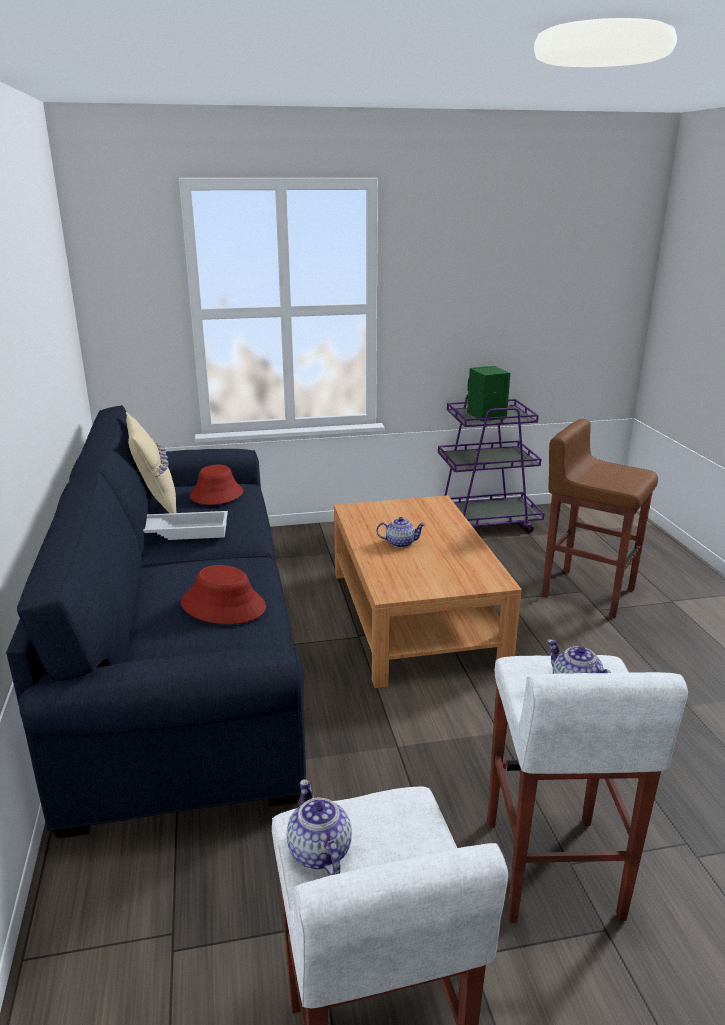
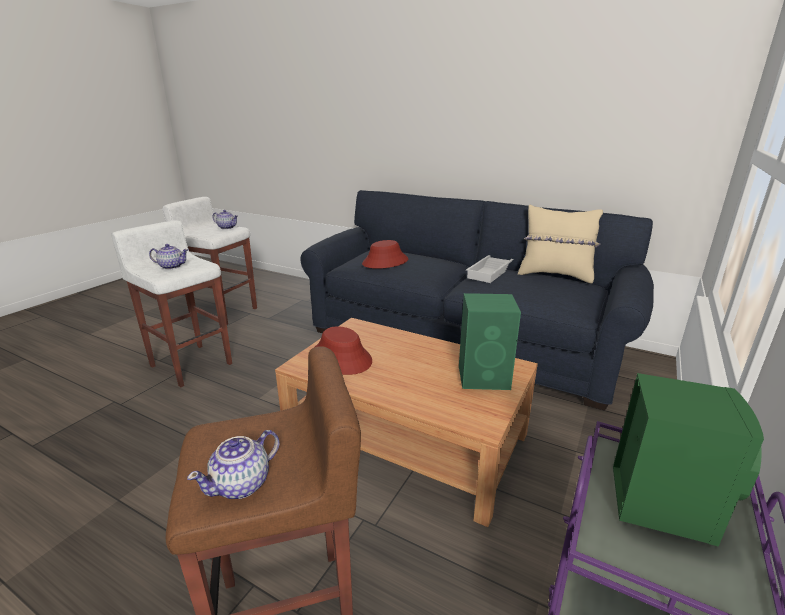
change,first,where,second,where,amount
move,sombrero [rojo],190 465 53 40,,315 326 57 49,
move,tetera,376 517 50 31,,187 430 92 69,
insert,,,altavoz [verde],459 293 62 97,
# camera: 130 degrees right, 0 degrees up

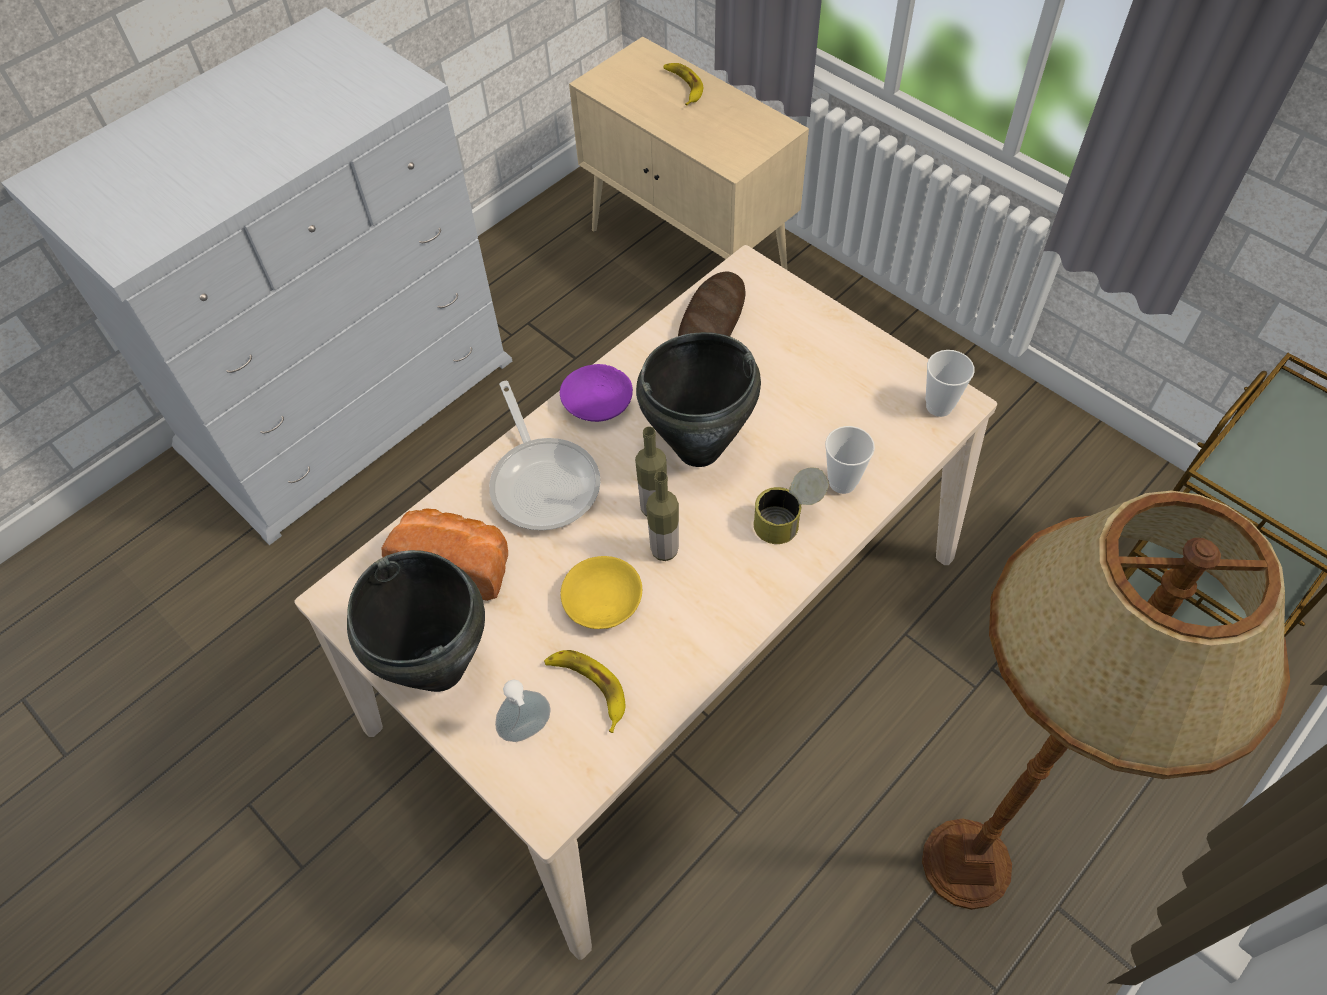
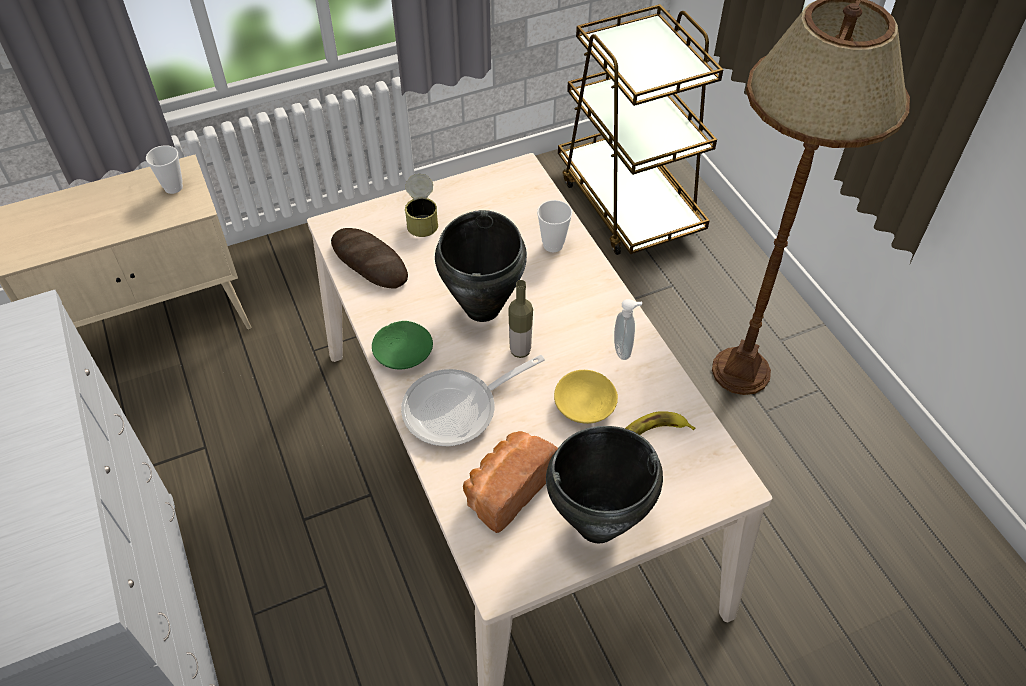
change,first,where,second,where,amount
rotate,sartén,489 381 111 149,,401 355 144 91,150 degrees clockwise
move,dispensador de jabón,495 680 56 62,,614 299 28 61,
recolor,cuenco [morado],560 364 73 58,cuenco [verde],372 321 61 48,
delete,botella,646 471 33 90,,,
delete,plátano,664 63 40 43,,,
move,lata,754 468 75 76,,405 174 33 63,
move,taza,926 350 49 67,,146 145 37 49,
# camera: 70 degrees left, 5 degrees down

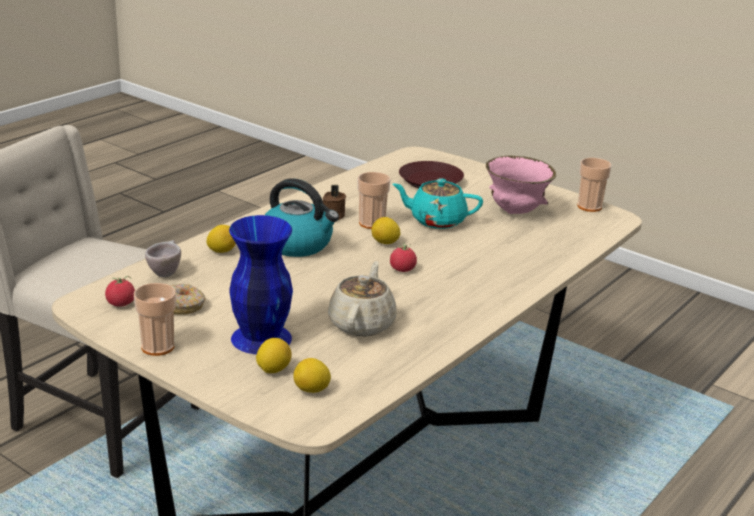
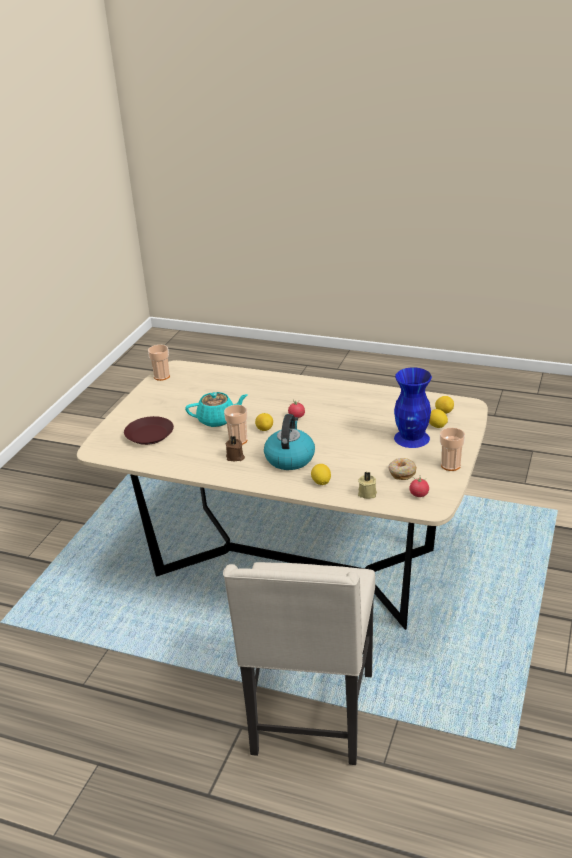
change,first,where,second,where,amount
replace,taza [beis],145 240 36 37,vela [beis],358 472 19 27,
delete,tetera [beis],328 261 68 75,,,
rotate,tetera [turquesa],392 178 91 51,,185 392 63 35,90 degrees counterclockwise
delete,cuenco [rosa],486 155 70 59,,,
# camera: 105 degrees left, 5 degrees up

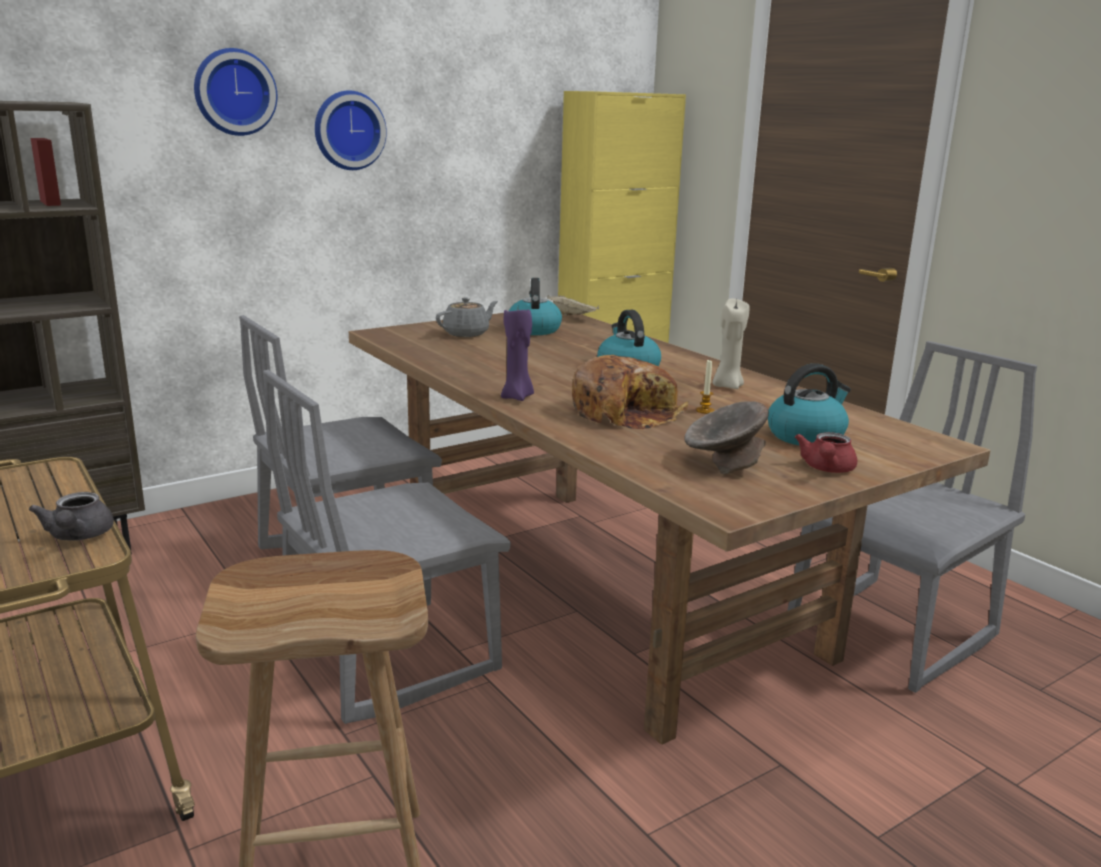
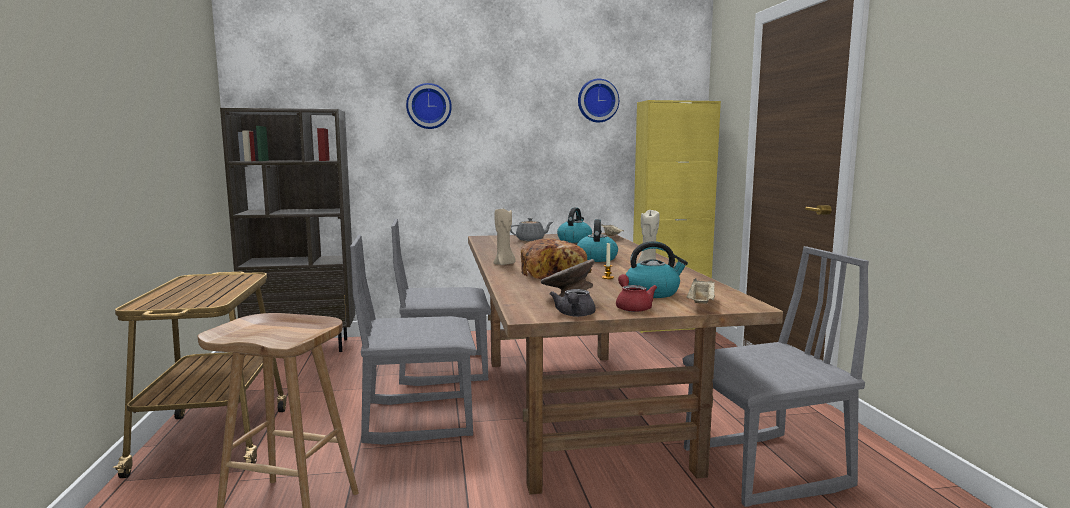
change,first,where,second,where,amount
move,tetera [gris],29 492 85 49,,550 289 46 28,
move,reloj de pared,315 90 72 80,,578 79 41 44,
recolor,vela [morado],501 309 33 92,vela [beis],494 209 22 56,
rotate,tetera [rojo],795 432 62 41,,616 274 41 38,120 degrees clockwise
insert,,,bandeja [beis],687 278 28 26,
# camera: 25 degrees right, 10 degrees down

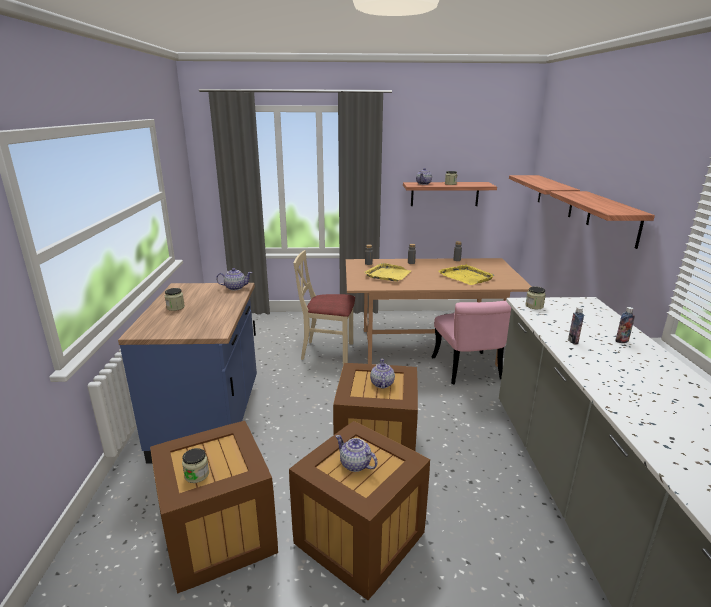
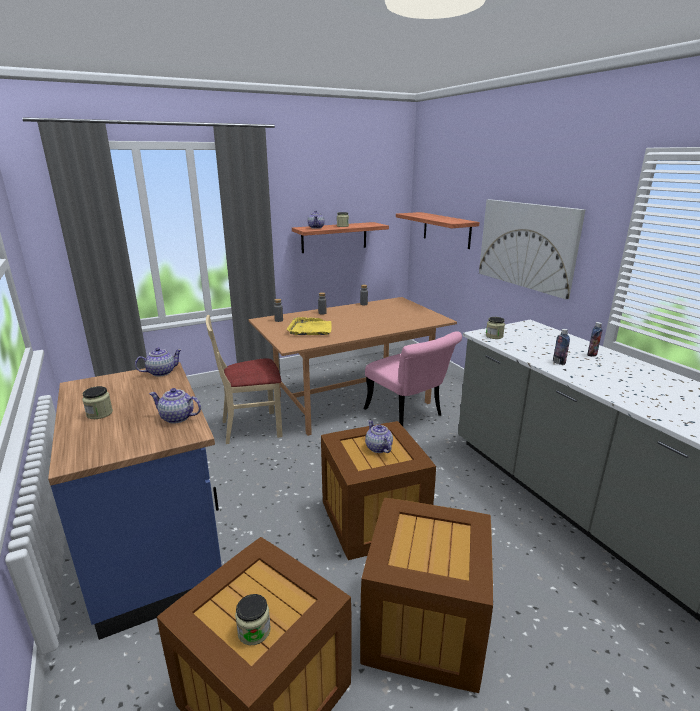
change,first,where,second,where,amount
move,tetera,335 435 43 37,,149 388 52 36,
delete,bandeja [amarillo],438 264 56 21,,,
replace,estante,550 191 105 58,cuadro,479 199 106 100,
# camera: 25 degrees left, 0 degrees up

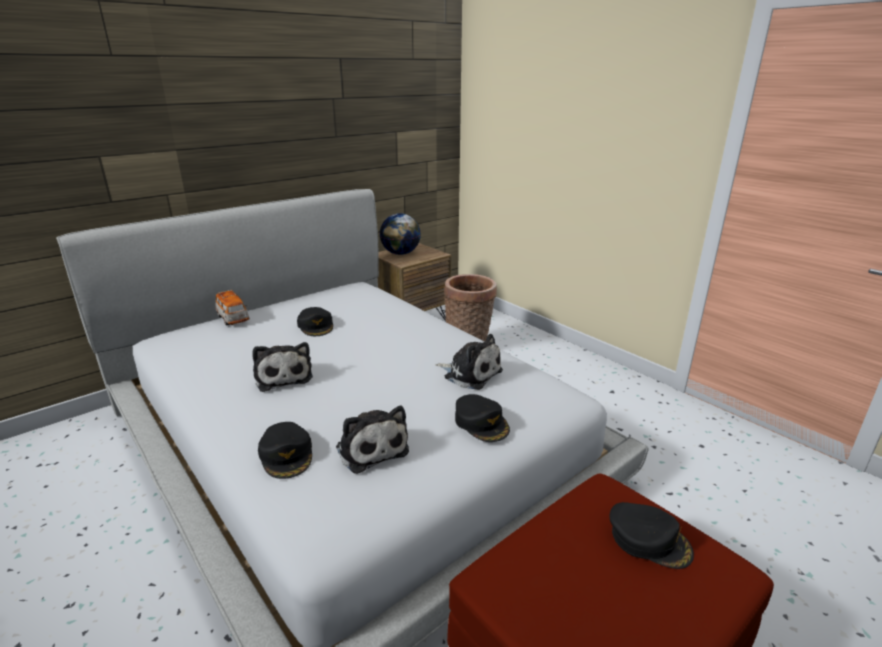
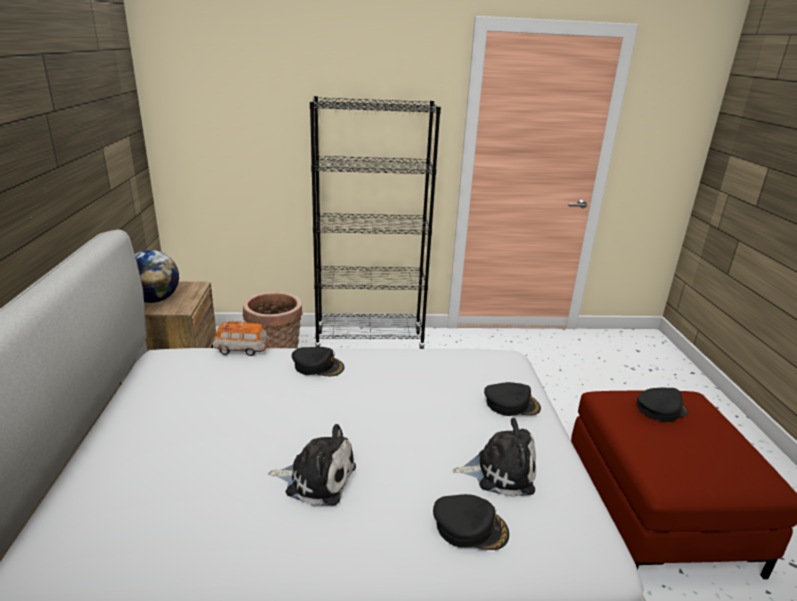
change,first,where,second,where,amount
move,coche de juguete,215 290 34 35,,213 320 56 36,
move,gorra [negro],297 307 36 29,,292 347 52 29,
delete,peluche,435 334 68 56,,,
insert,,,estantería [negro],310 96 131 253,
# camera: 55 degrees left, 0 degrees up

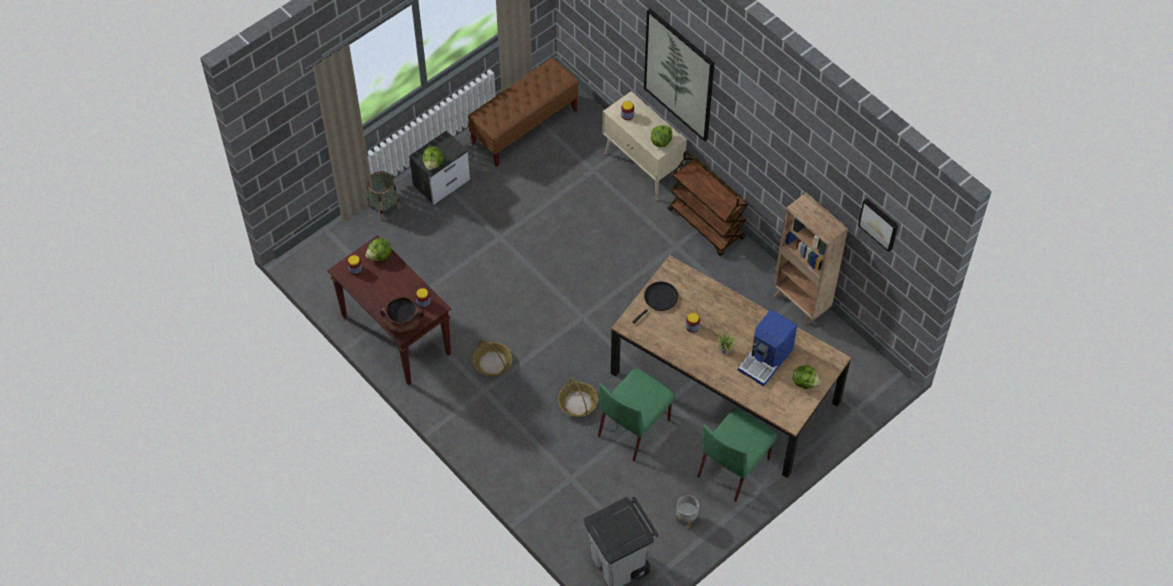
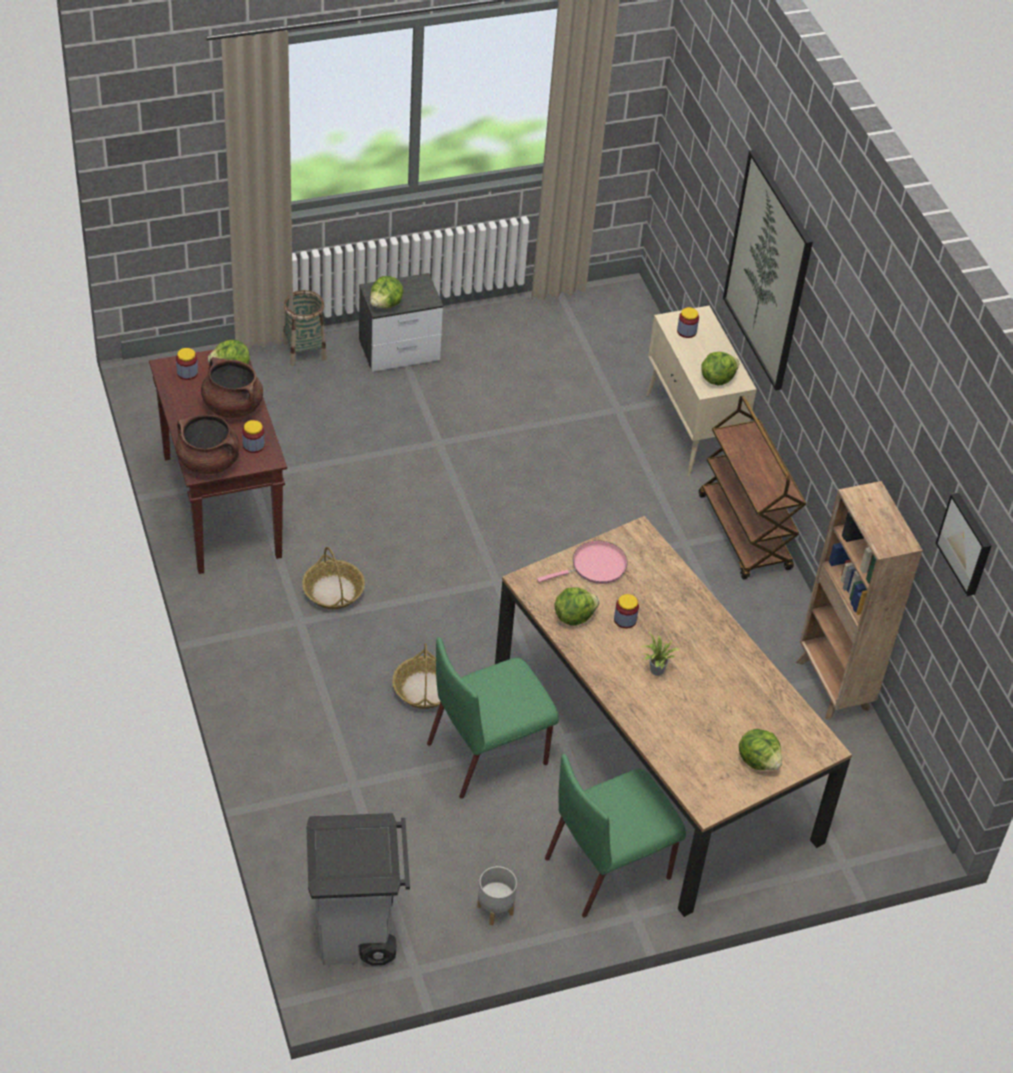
change,first,where,second,where,amount
delete,banco [marrón],468 58 111 109,,,
recolor,sartén [negro],632 282 46 42,sartén [rosa],537 541 91 43,
delete,cafetera,738 310 59 77,,,
insert,,,olla [marrón],201 357 62 61,
insert,,,lechuga,555 587 44 39,
# camera: 20 degrees right, 10 degrees down

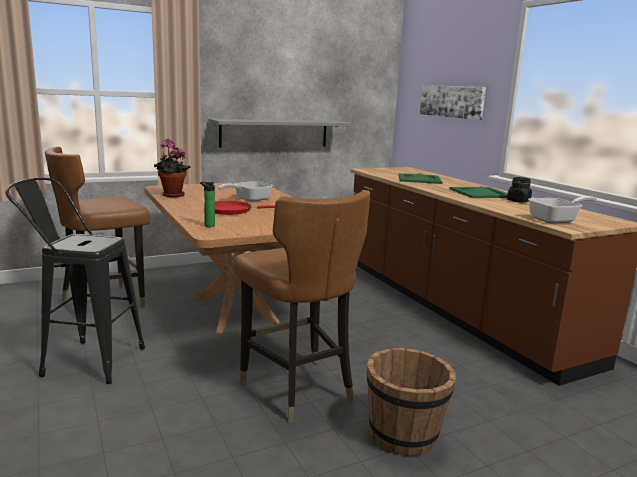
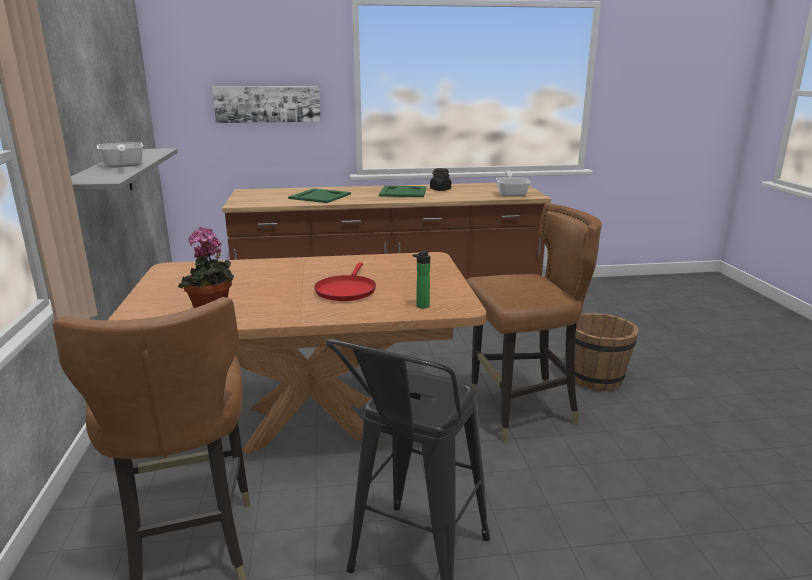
change,first,where,second,where,amount
move,sartén,218 181 55 20,,97 142 46 26,
# camera: 70 degrees left, 5 degrees up

